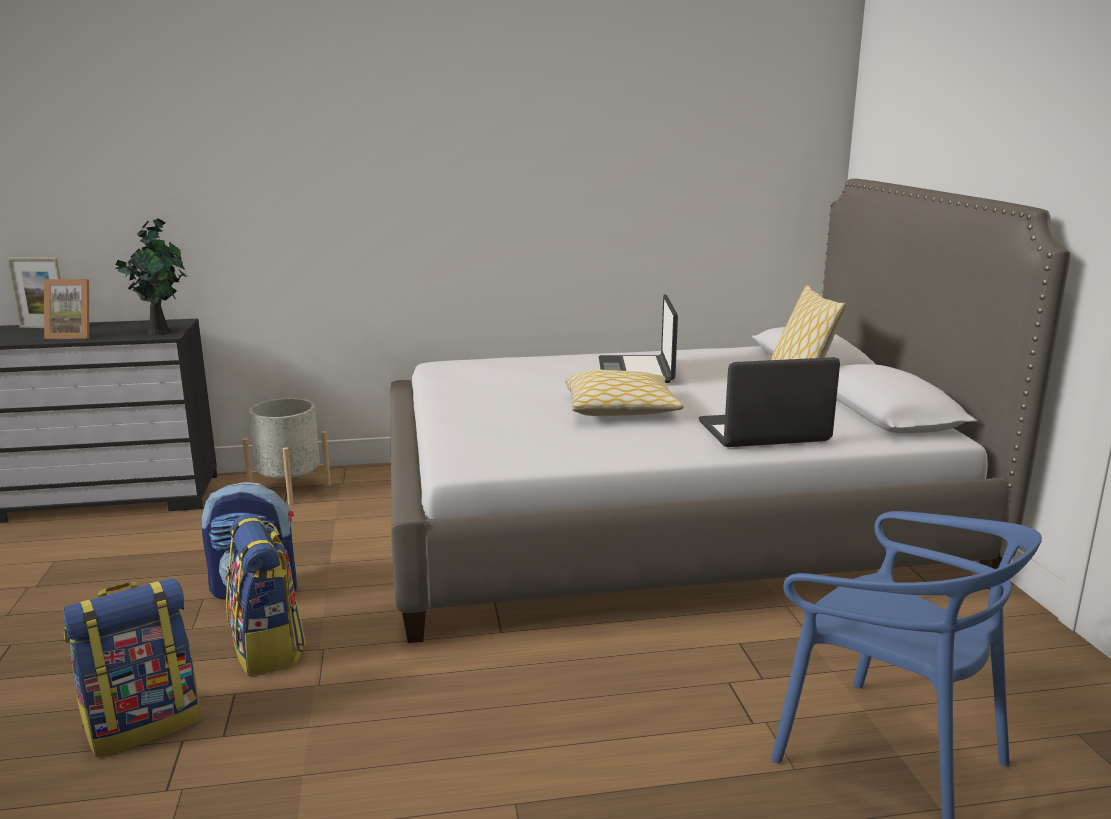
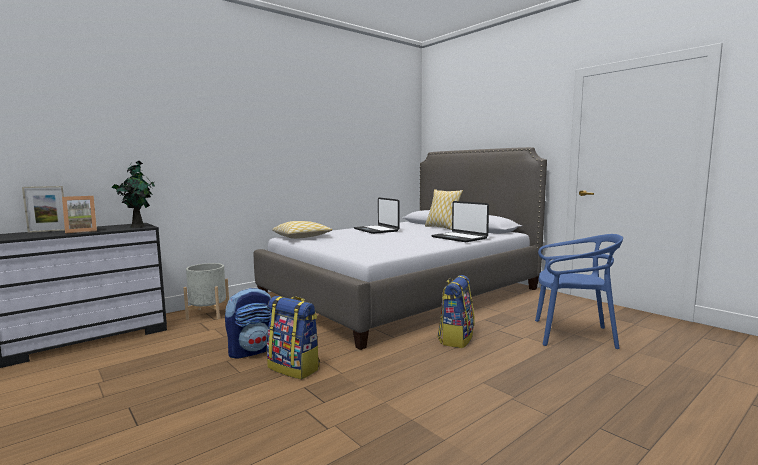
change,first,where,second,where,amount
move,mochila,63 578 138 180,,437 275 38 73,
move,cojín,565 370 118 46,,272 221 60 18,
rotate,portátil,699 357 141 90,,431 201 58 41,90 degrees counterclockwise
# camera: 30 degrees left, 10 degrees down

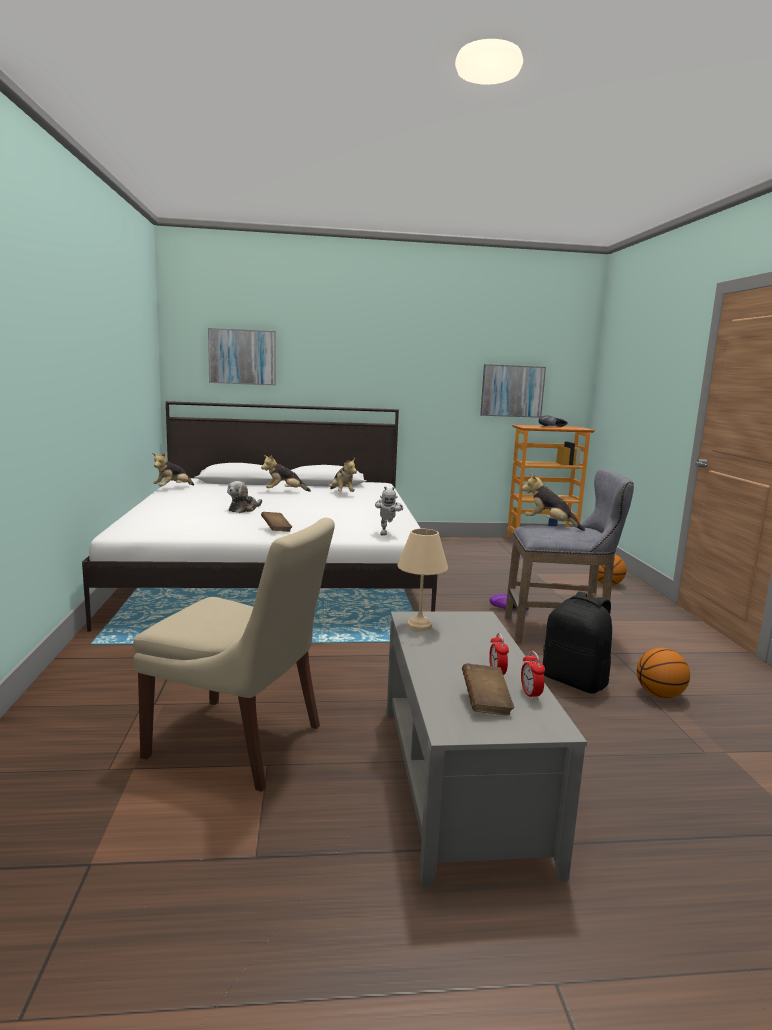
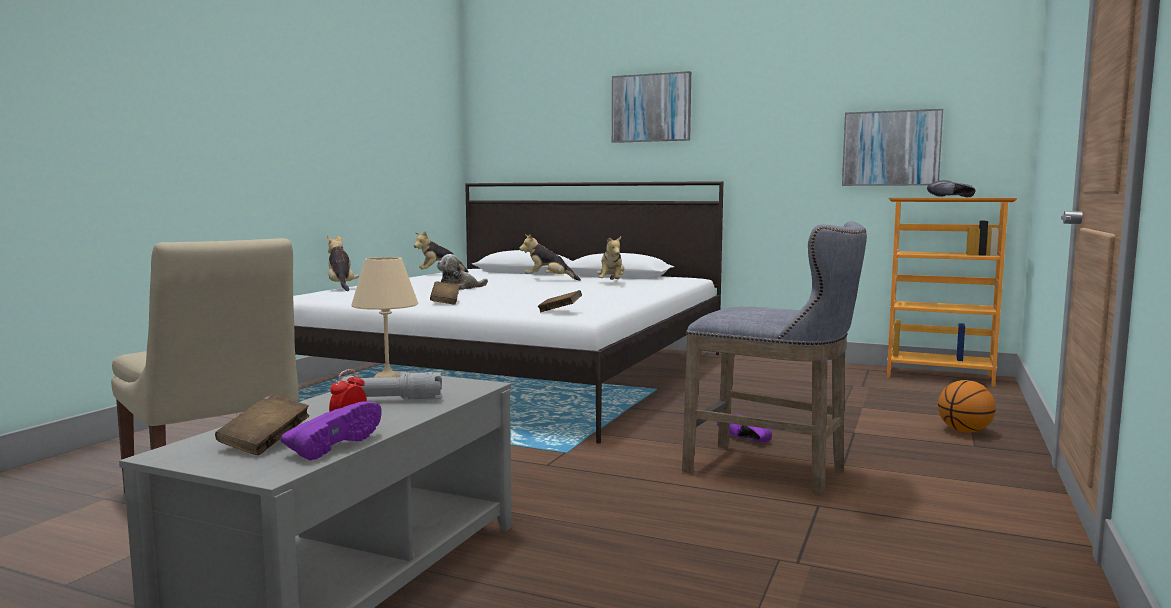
change,first,where,second,where,amount
move,cuadro,208 328 68 57,,612 71 79 72,
replace,robot de juguete,375 486 28 50,libro [marrón],537 290 45 22,
replace,despertador,521 651 24 49,zapato [morado],280 401 102 59,
move,peluche,522 473 63 58,,327 235 32 56,
delete,mochila [negro],543 592 69 102,,,
delete,balón de baloncesto,637 648 53 50,,,
insert,,,linterna [gris],342 372 100 28,
# camera: 30 degrees right, 5 degrees down

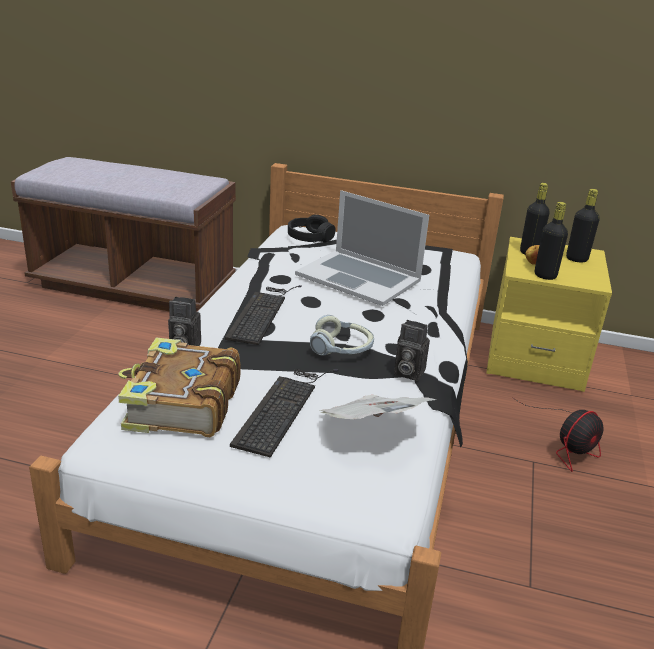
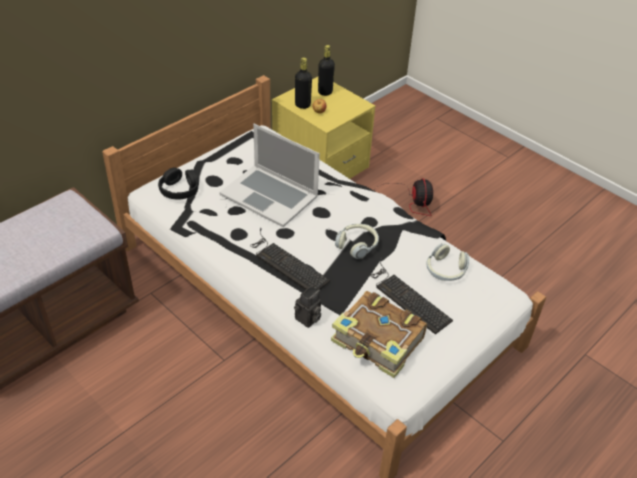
change,first,where,second,where,amount
rotate,portátil,295 190 134 116,,219 124 101 103,60 degrees clockwise
replace,periódico,319 395 117 24,auriculares,426 244 43 37,
delete,cámara,394 320 36 61,,,
delete,botella [negro],535 202 33 78,,,
# camera: 60 degrees left, 15 degrees up

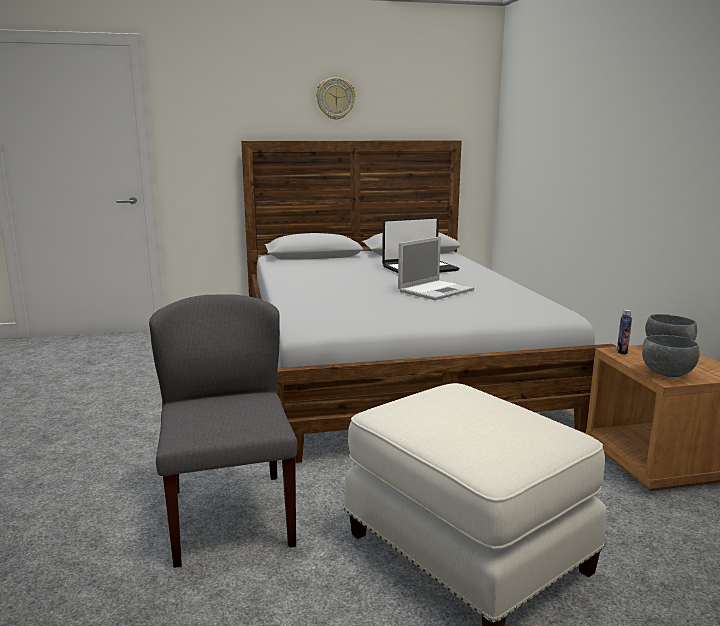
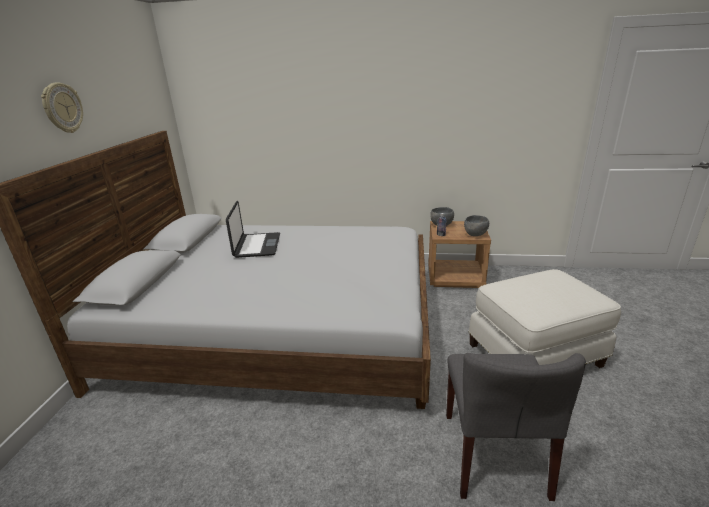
change,first,where,second,where,amount
rotate,silla [gris],149 295 149 273,,446 353 140 148,90 degrees counterclockwise
delete,portátil,398 237 76 63,,,
# camera: 70 degrees left, 10 degrees up

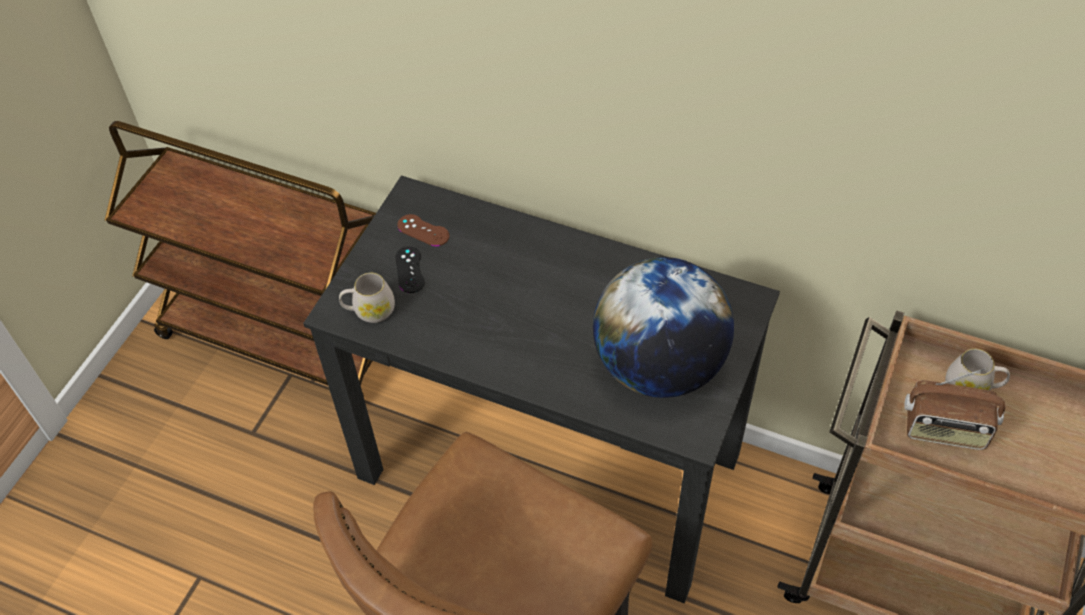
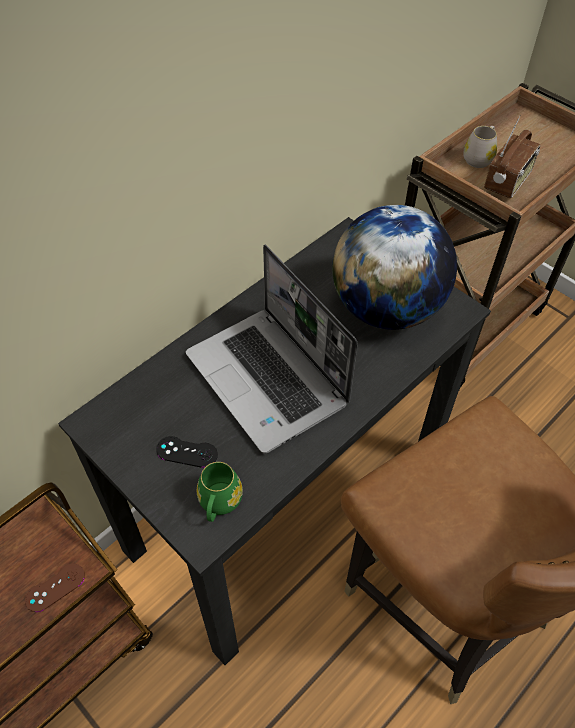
change,first,where,second,where,amount
recolor,taza grande [blanco],339 273 56 50,taza grande [verde],197 462 46 60,
move,mando de consola [marrón],397 214 53 32,,25 563 60 49,
insert,,,portátil,186 245 172 208,
# camera: 70 degrees left, 0 degrees up

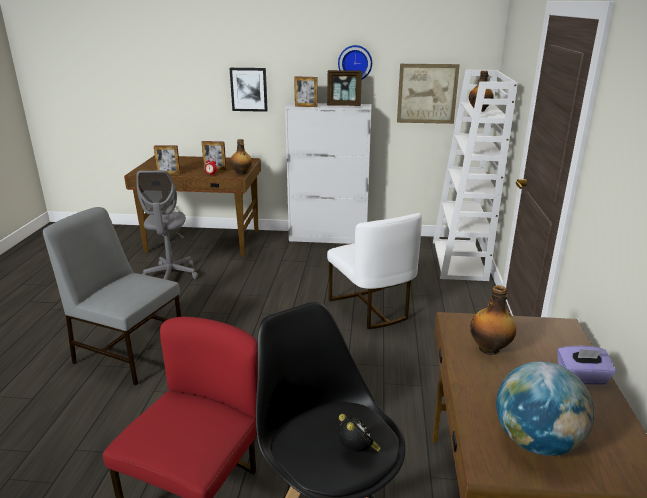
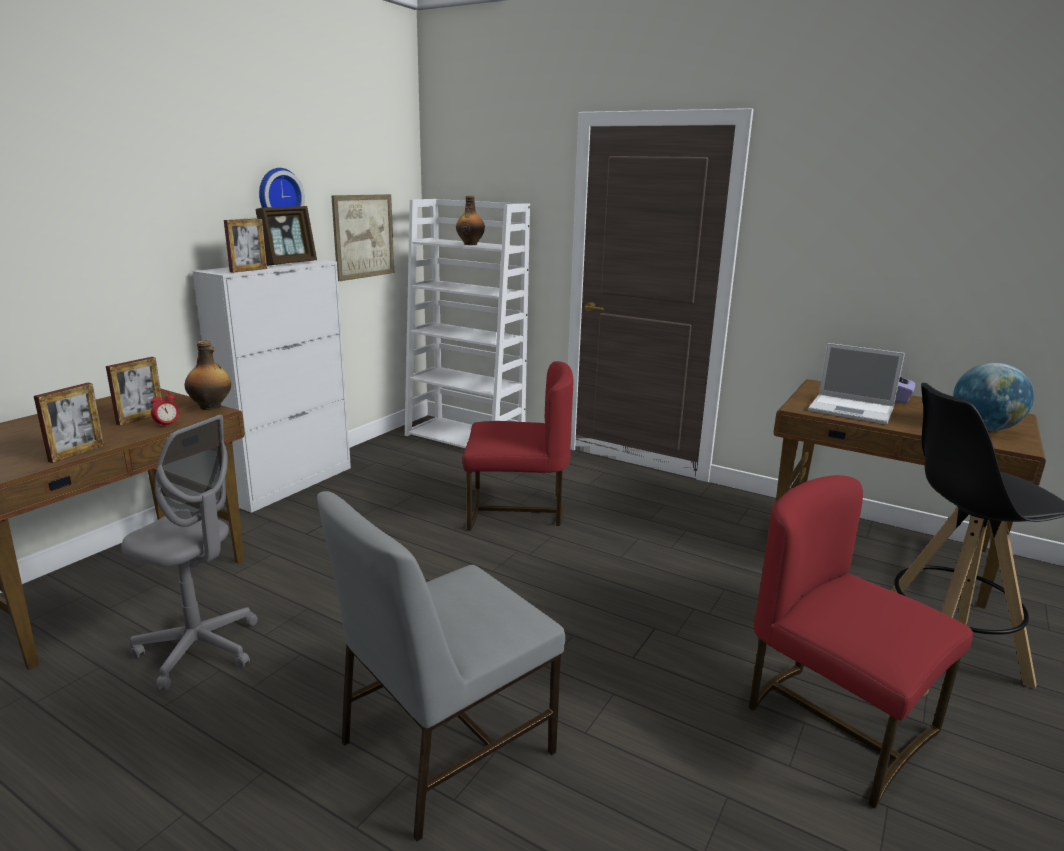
change,first,where,second,where,amount
delete,cuadro,230 68 38 44,,,
recolor,silla [blanco],327 213 95 116,silla [rojo],462 361 111 170,
delete,despertador,338 414 43 38,,,
replace,botella,470 285 47 70,portátil,808 343 97 81,
# camera: 65 degrees left, 5 degrees down

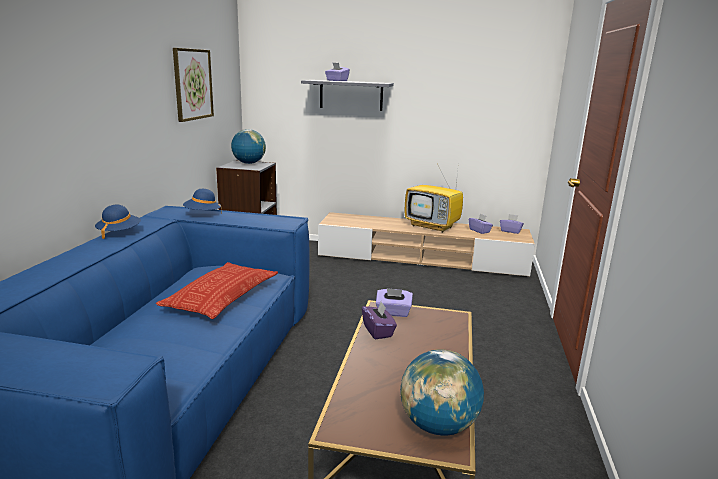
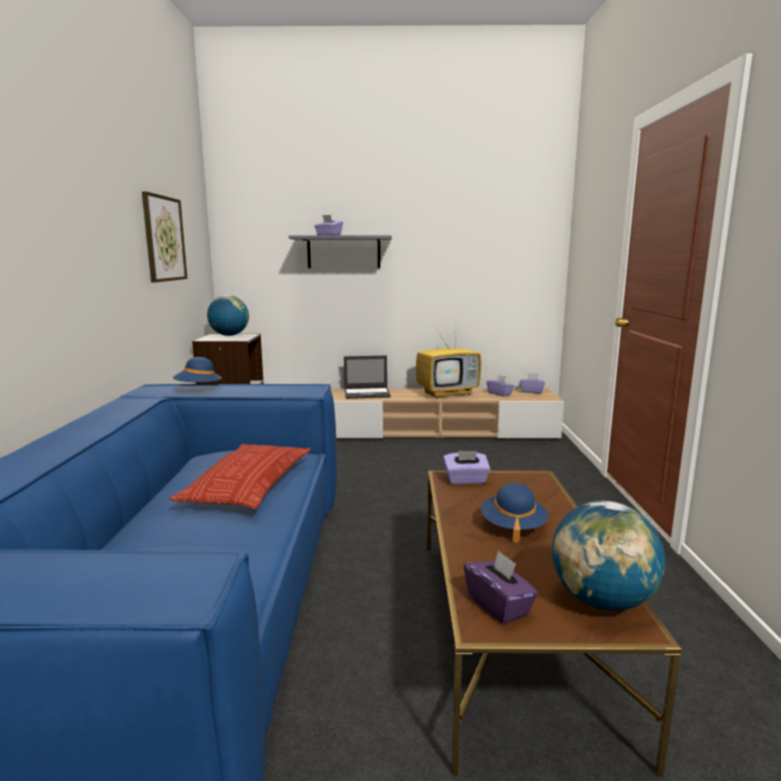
change,first,where,second,where,amount
move,sombrero [azul],95 205 46 34,,481 483 67 60,
move,caja de pañuelos [morado],362 302 35 37,,464 550 74 74,
rotate,televisor,405 171 58 62,,416 332 65 67,45 degrees counterclockwise
insert,,,portátil,344 356 47 43,
# camera: 10 degrees left, 5 degrees down

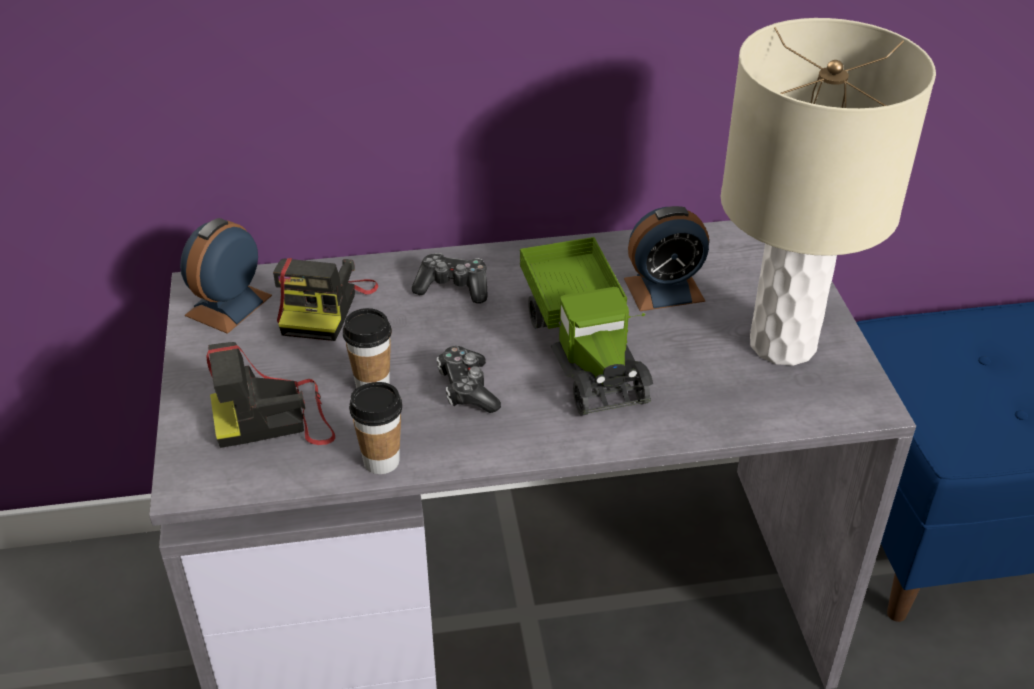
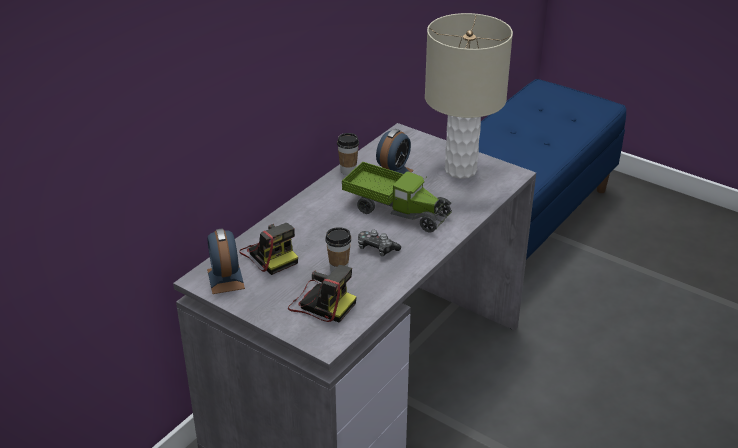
change,first,where,second,where,amount
rotate,cámara,206 342 129 106,,288 265 69 58,90 degrees counterclockwise
move,taza,349 382 53 92,,337 133 22 42,
delete,mando de consola,412 253 76 51,,,
# camera: 45 degrees left, 5 degrees down

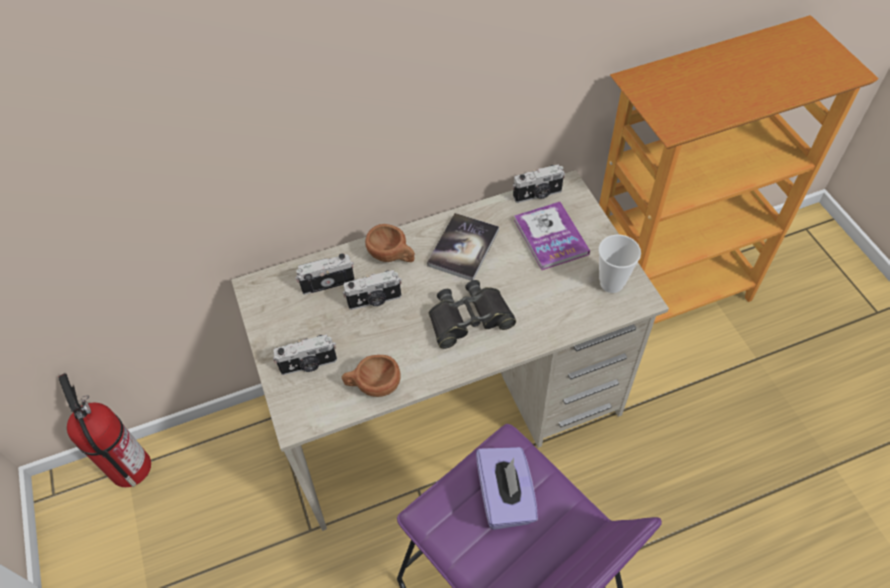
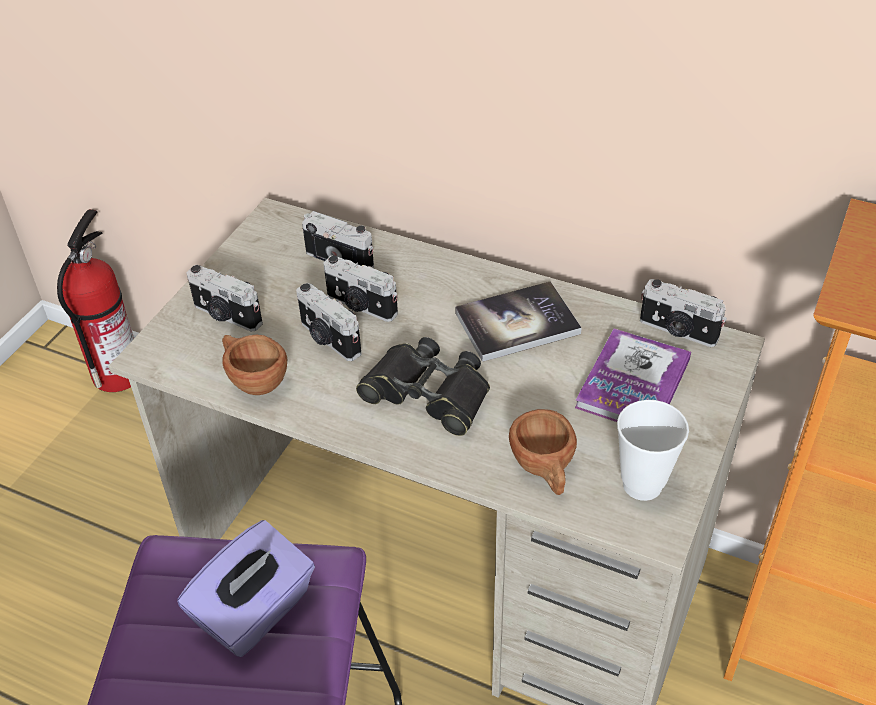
change,first,where,second,where,amount
move,taza [marrón],365 224 50 38,,509 409 68 86,
insert,,,cámara,296 283 65 78,
# camera: 45 degrees right, 10 degrees down

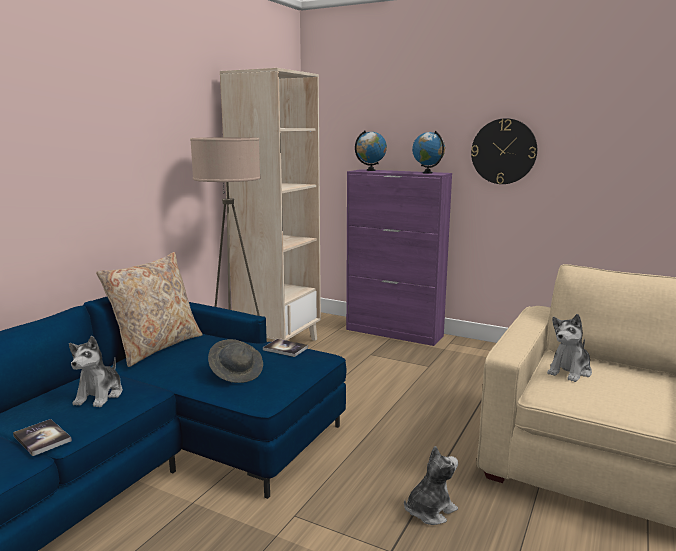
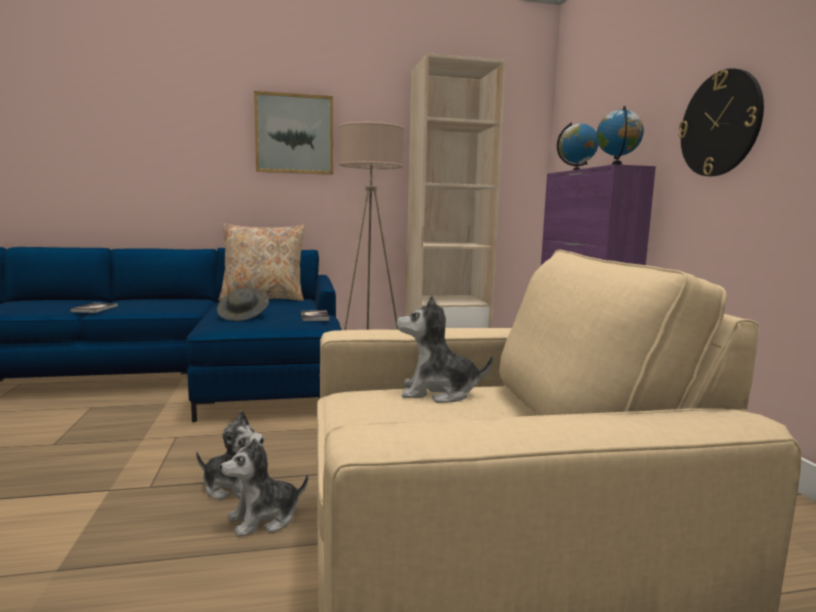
change,first,where,second,where,amount
move,peluche,69 336 54 71,,220 437 88 100,
insert,,,cuadro,254 91 79 84,
# camera: 50 degrees right, 5 degrees down

